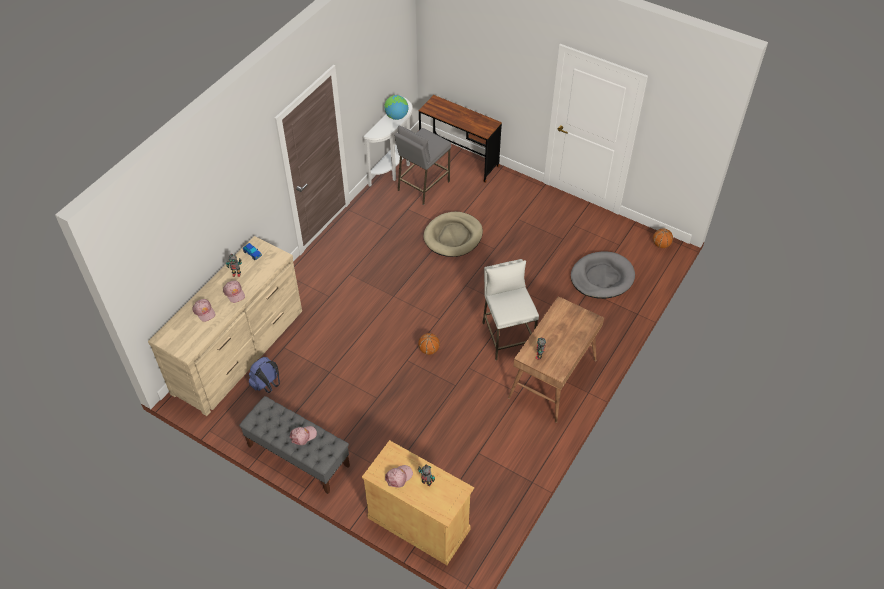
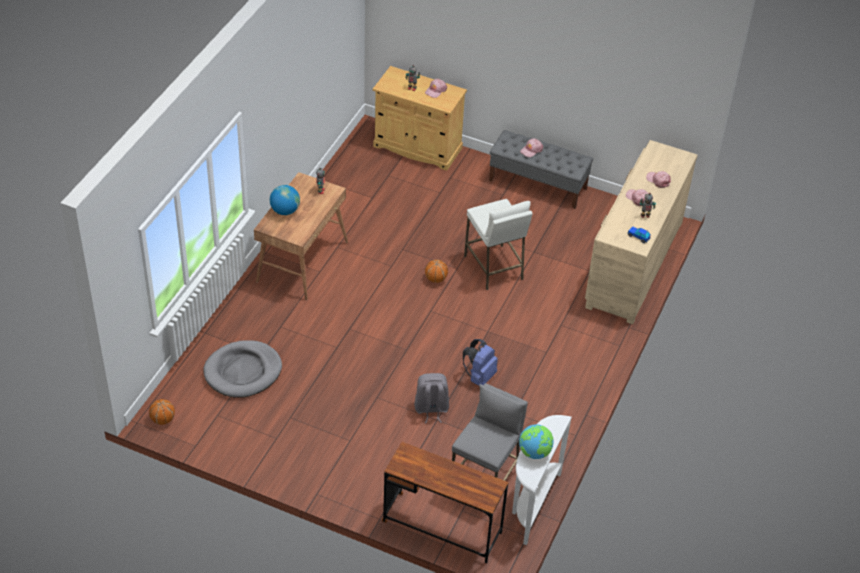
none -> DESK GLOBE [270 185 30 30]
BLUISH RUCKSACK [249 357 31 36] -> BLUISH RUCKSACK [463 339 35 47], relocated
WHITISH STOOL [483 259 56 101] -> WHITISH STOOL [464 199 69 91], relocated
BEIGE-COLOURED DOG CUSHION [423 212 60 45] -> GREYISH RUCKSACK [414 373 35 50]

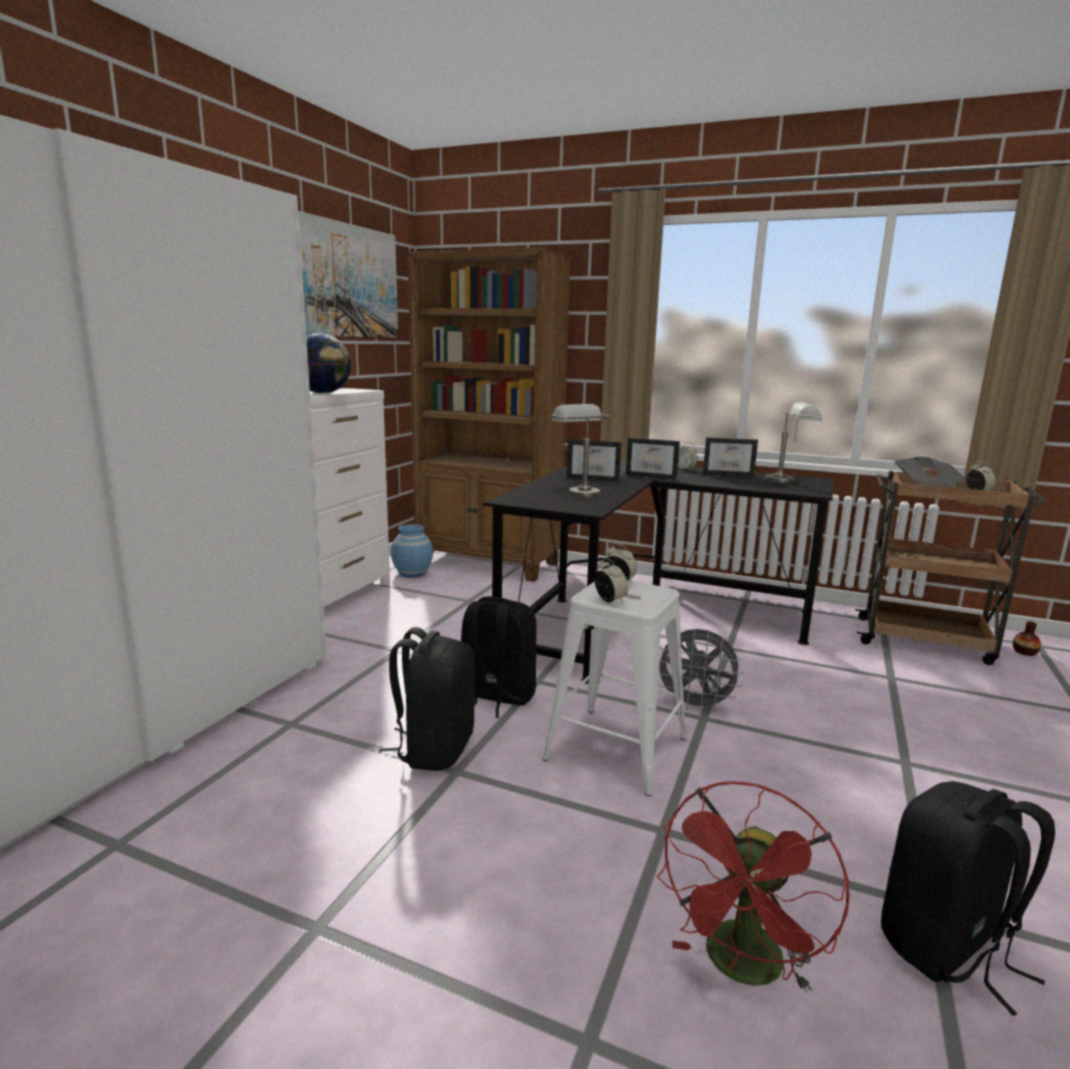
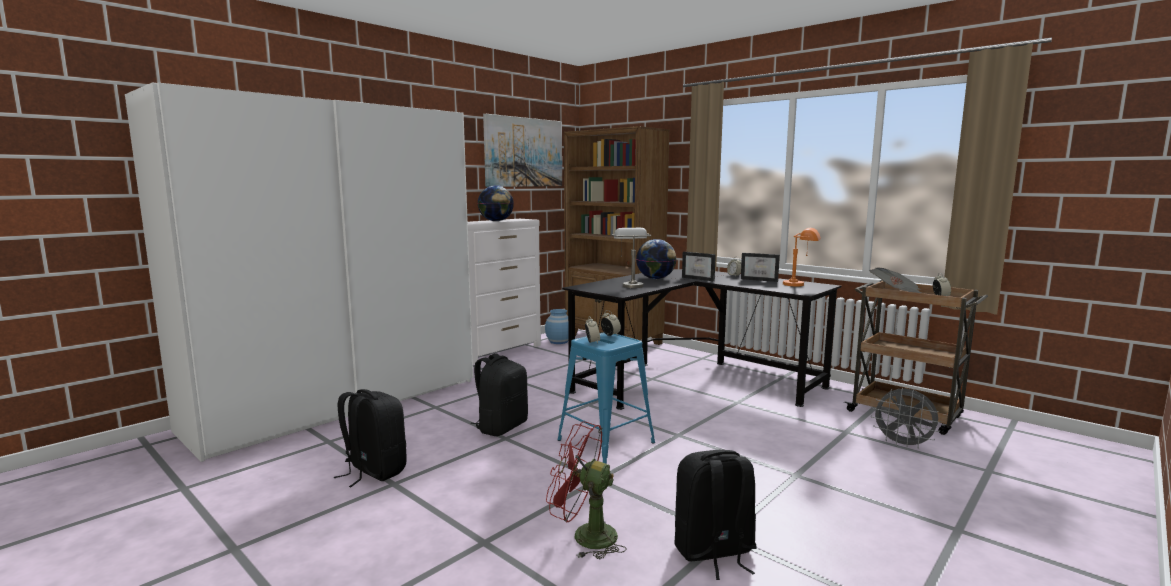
DECORATIVE VASE [1013 621 28 35] -> none
BLACK RUCKSACK [461 596 76 122] -> BLACK RUCKSACK [334 389 73 98], relocated
GREYISH FAN [658 629 86 84] -> GREYISH FAN [871 388 70 61], relocated
STANDING FRAME [567 439 55 43] -> DESK GLOBE [636 239 41 40]
WHITISH STOOL [542 580 144 216] -> BLUISH STOOL [557 332 98 132]
GREYISH TABLE LAMP [765 402 58 81] -> ORANGE TABLE LAMP [783 228 38 58]
REDDISH FAN [657 781 193 211] -> REDDISH FAN [546 421 81 139], 60 degrees clockwise

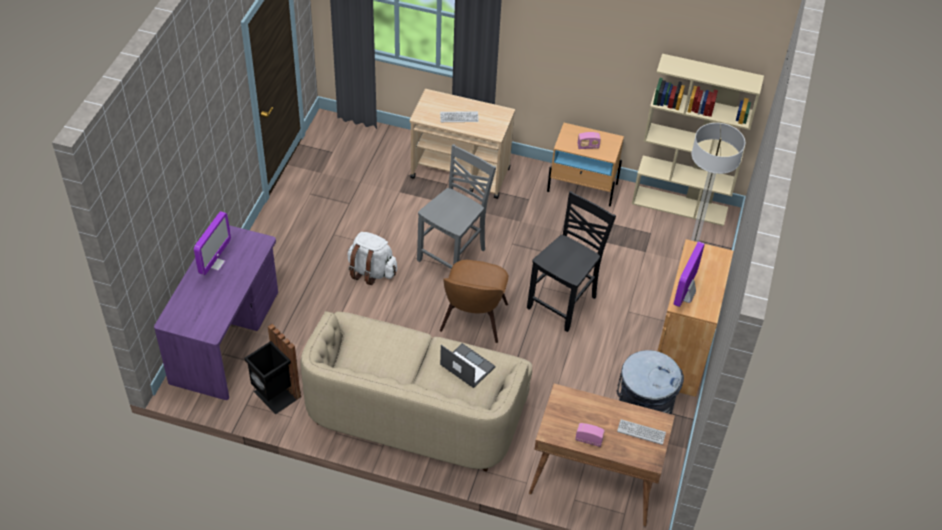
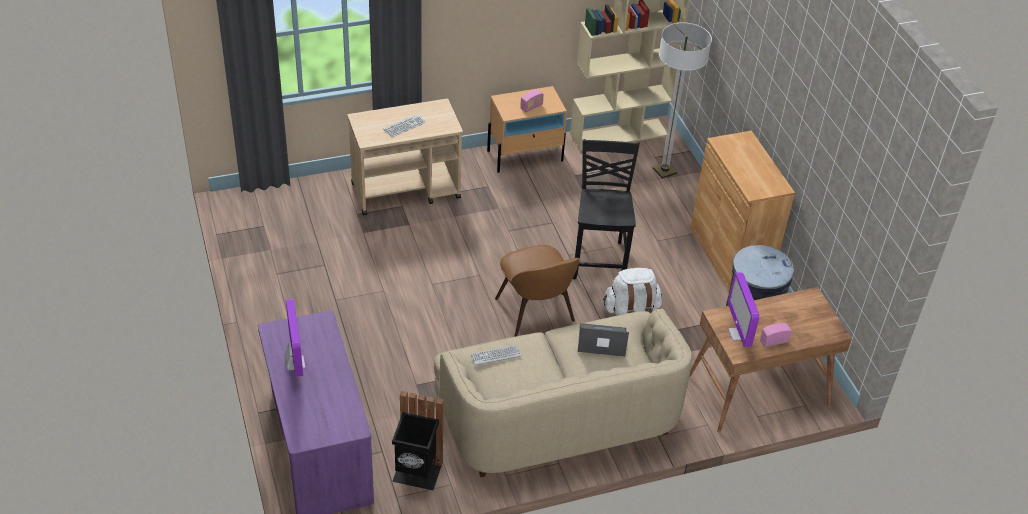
GREYISH CHAIR [417 144 79 124] -> none
WHITISH RUCKSACK [348 232 49 53] -> WHITISH RUCKSACK [603 268 59 48], relocated
KEYBOARD [617 419 49 26] -> KEYBOARD [471 345 50 21], relocated
MONITOR [674 241 31 66] -> MONITOR [728 272 31 75], relocated

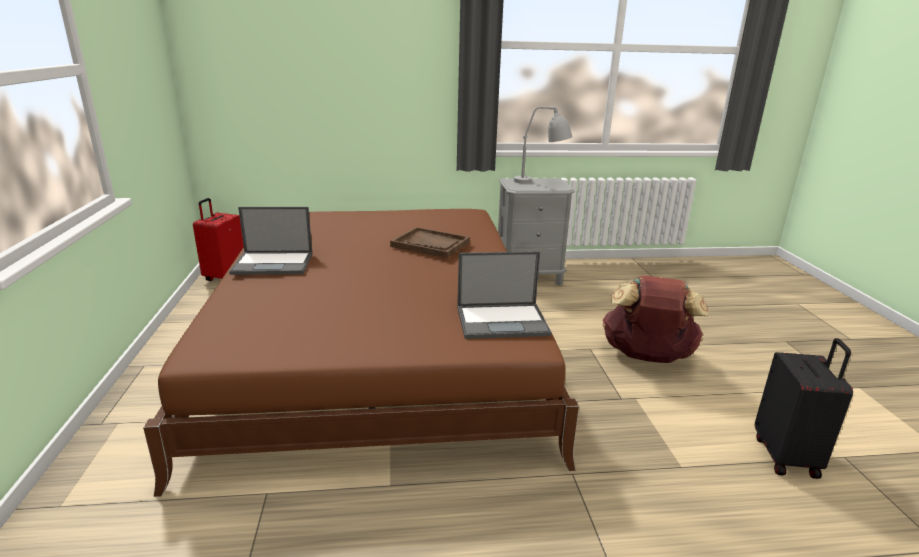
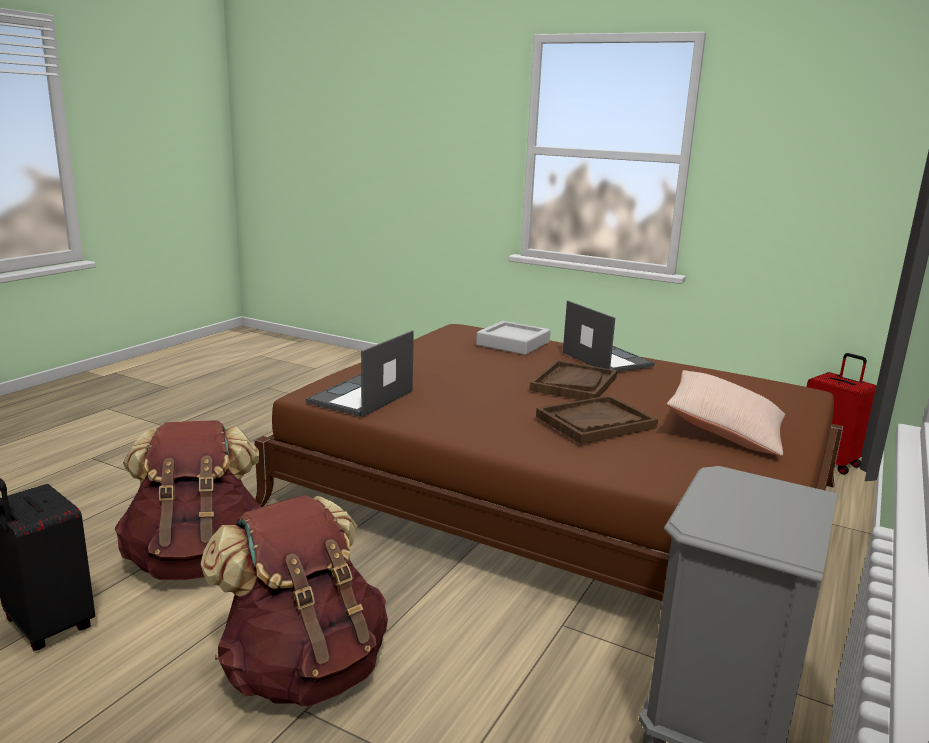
GREYISH TABLE LAMP [514 106 59 78] -> none
none -> BROWN RUCKSACK [114 420 147 160]
none -> GREYISH CARRYING TRAY [476 321 75 34]
none -> BROWN CARRYING TRAY [530 360 87 40]
none -> BEIGE-COLOURED THROW PILLOW [667 370 118 86]
PORTABLE COMPUTER [229 207 83 68] -> PORTABLE COMPUTER [563 301 92 71], 120 degrees clockwise

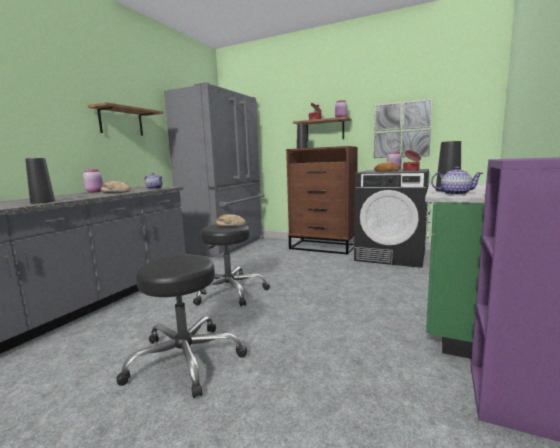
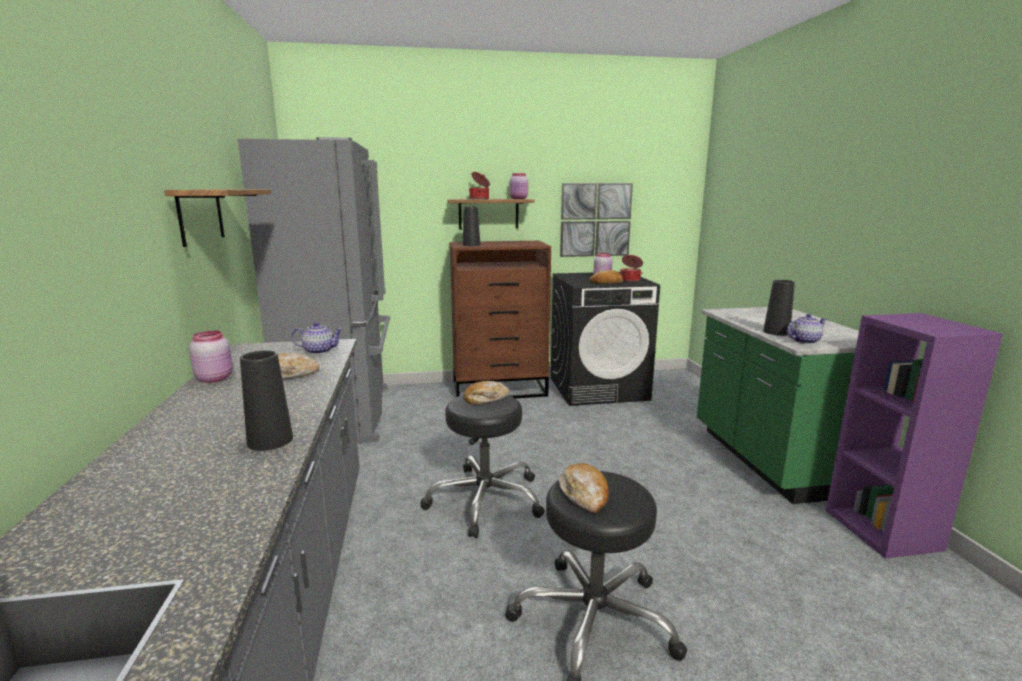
none -> BAKED BREAD [559 463 50 50]

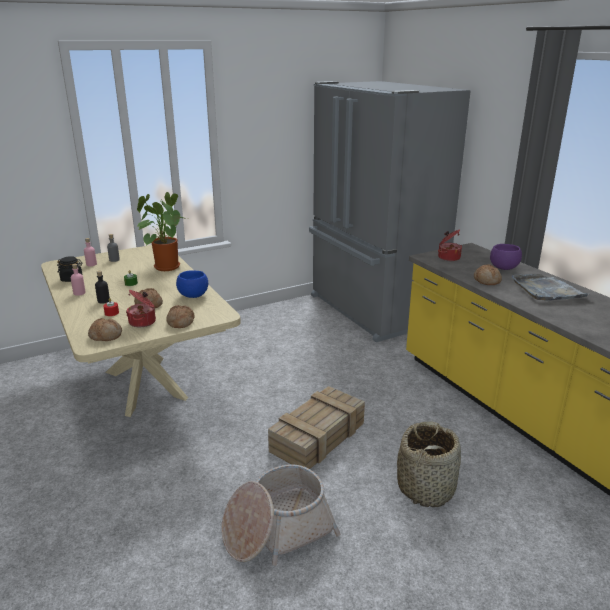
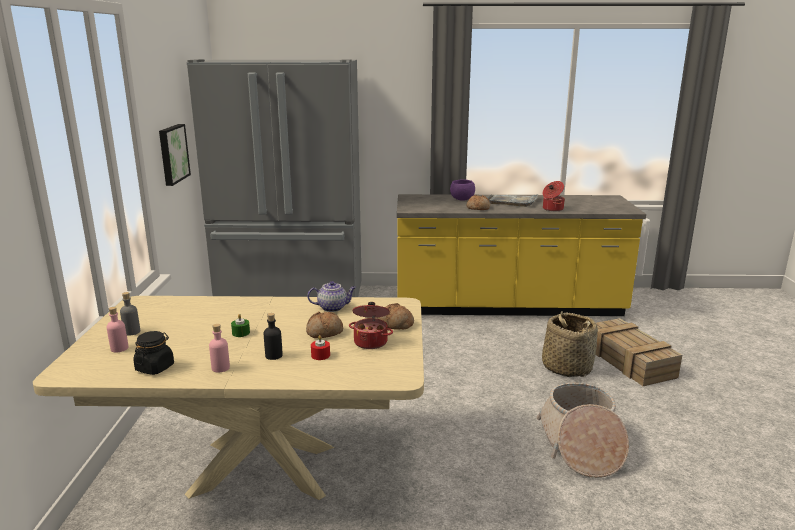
BAKED BREAD [88 318 34 23] -> none
PLANT IN A POT [137 192 50 79] -> none
none -> WALL ART [159 124 32 62]
CRATE [268 386 97 83] -> CRATE [596 318 86 68], relocated
STOCKPOT [438 229 24 32] -> STOCKPOT [542 181 23 30], relocated
BLUISH BOWL [176 271 32 27] -> TEA POT [307 281 49 31]

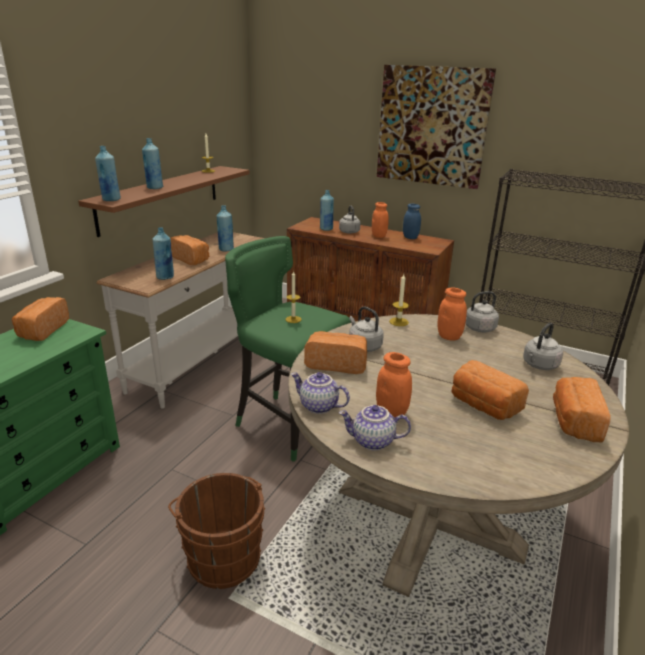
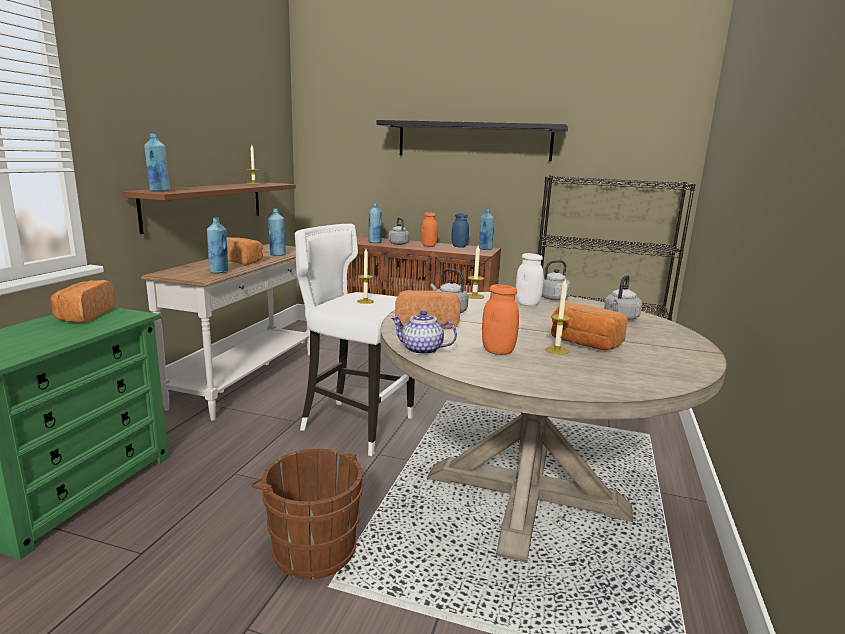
TEA POT [339 405 72 46] -> none
BAKED BREAD [553 377 58 65] -> none
none -> WAX LIGHT [545 278 26 77]
BLUISH BOTTLE [142 138 21 51] -> BLUISH BOTTLE [479 209 15 41], relocated
WALL ART [377 65 119 124] -> BLACK BRACKET SHELF [376 120 192 42]
GREENISH STOOL [225 236 126 226] -> WHITISH STOOL [295 224 120 232]
ORANGE PRESERVE JAR [438 287 29 53] -> WHITISH PRESERVE JAR [516 253 28 53]

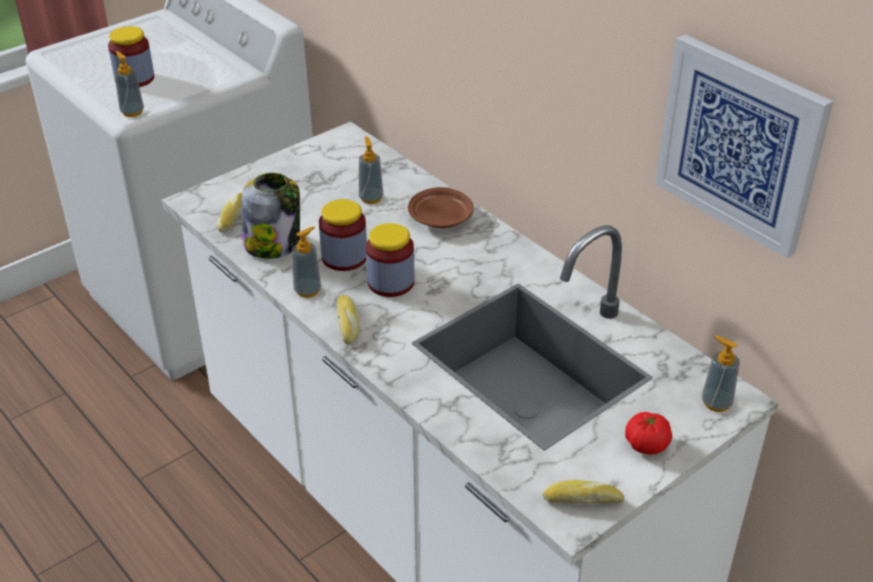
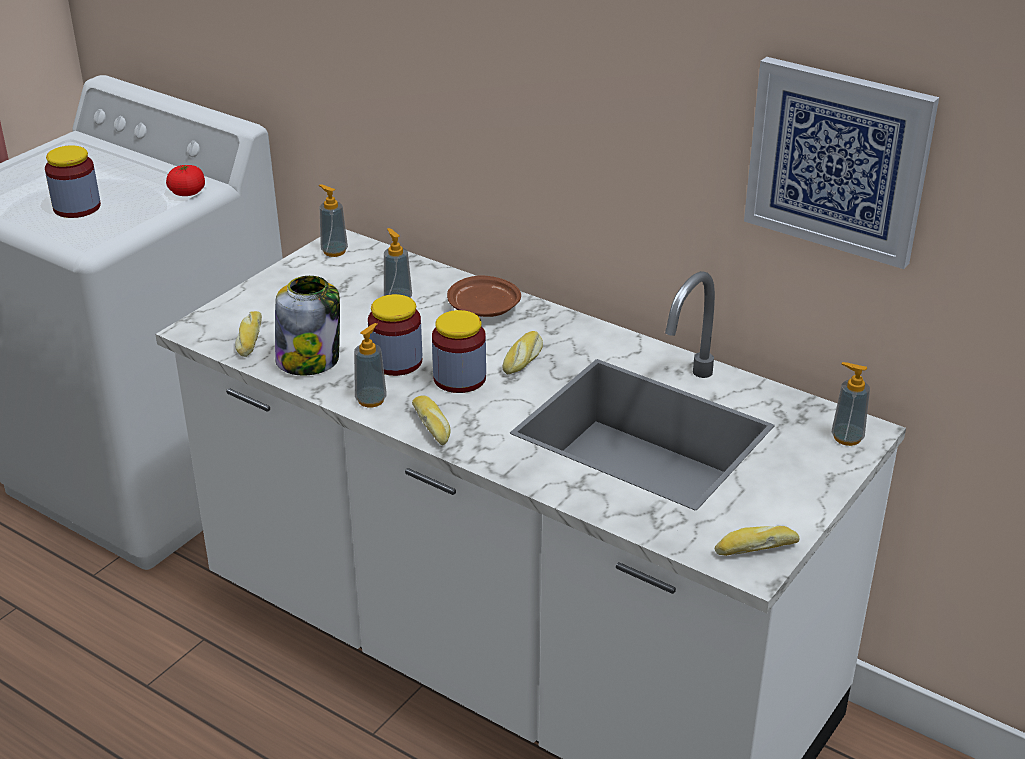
none -> BAKED BREAD [503 331 40 43]
SOAP BOTTLE [114 51 30 66] -> SOAP BOTTLE [319 184 29 73], relocated
FRESH TOMATO [625 412 47 43] -> FRESH TOMATO [166 165 39 31], relocated

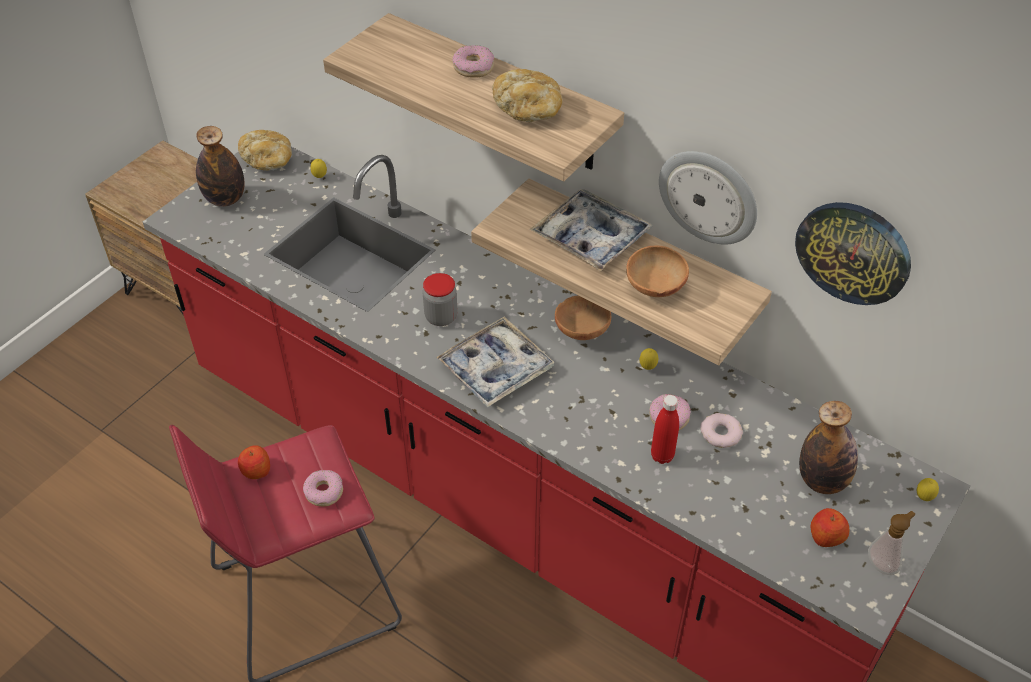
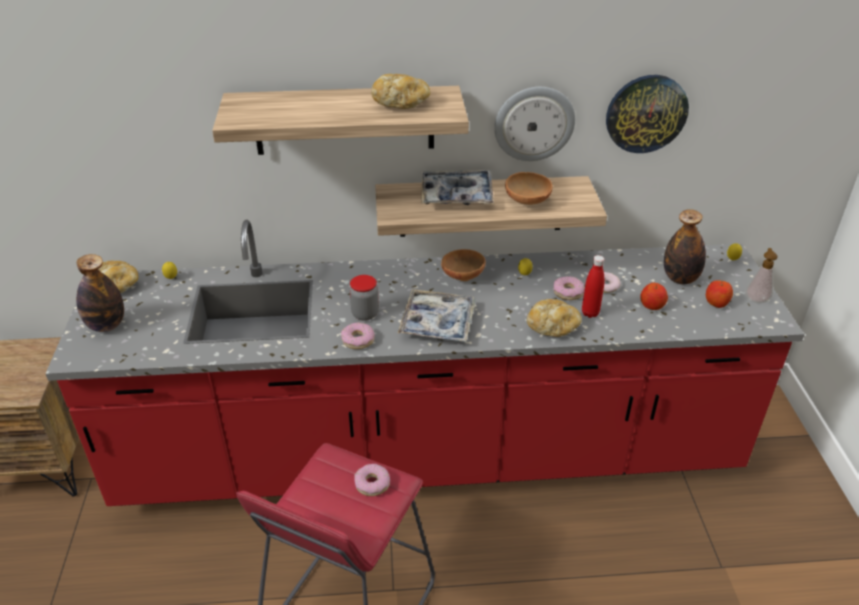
none -> BAKED BREAD [527 299 55 38]
APPLE [238 445 32 34] -> APPLE [640 283 28 27], relocated
DONUT [452 45 42 33] -> DONUT [341 322 34 27], relocated

